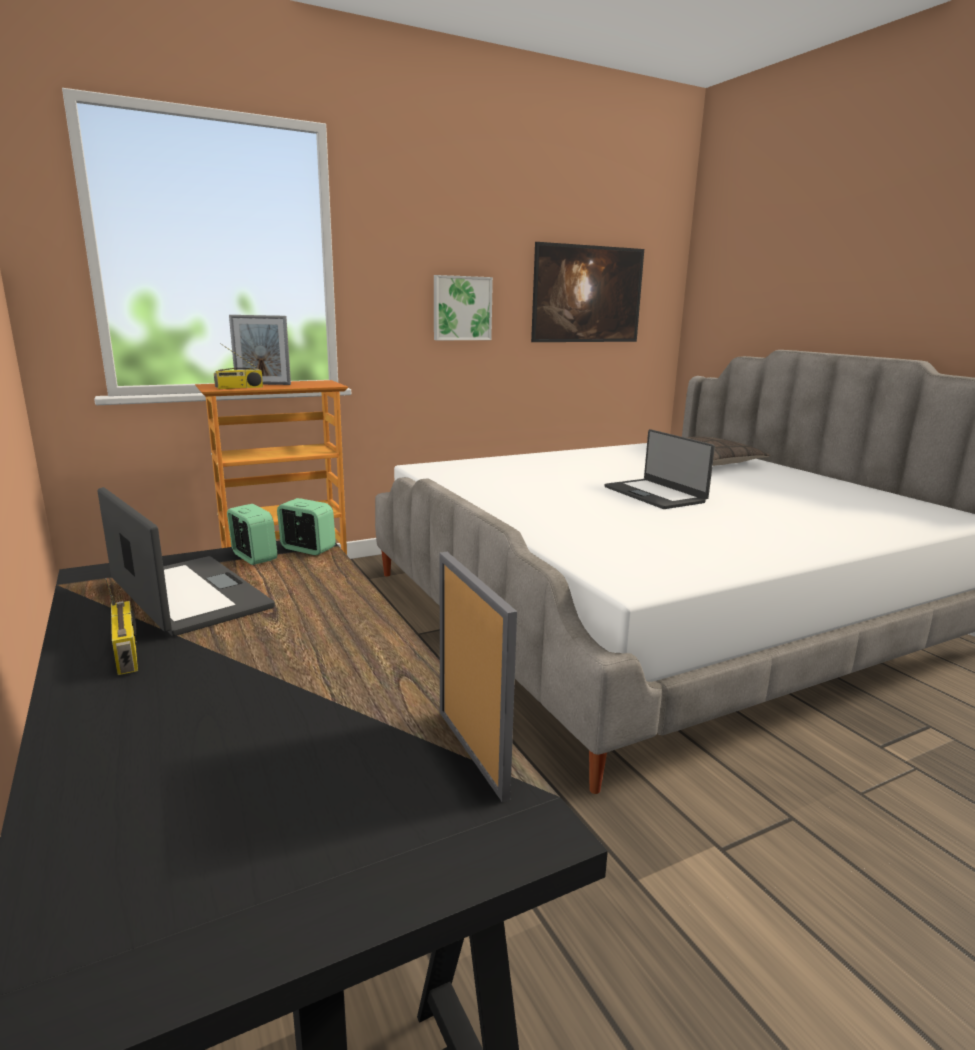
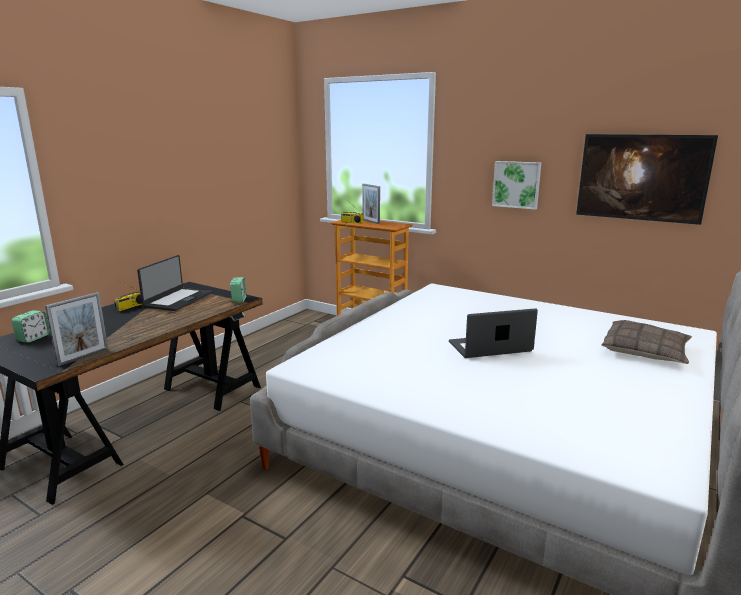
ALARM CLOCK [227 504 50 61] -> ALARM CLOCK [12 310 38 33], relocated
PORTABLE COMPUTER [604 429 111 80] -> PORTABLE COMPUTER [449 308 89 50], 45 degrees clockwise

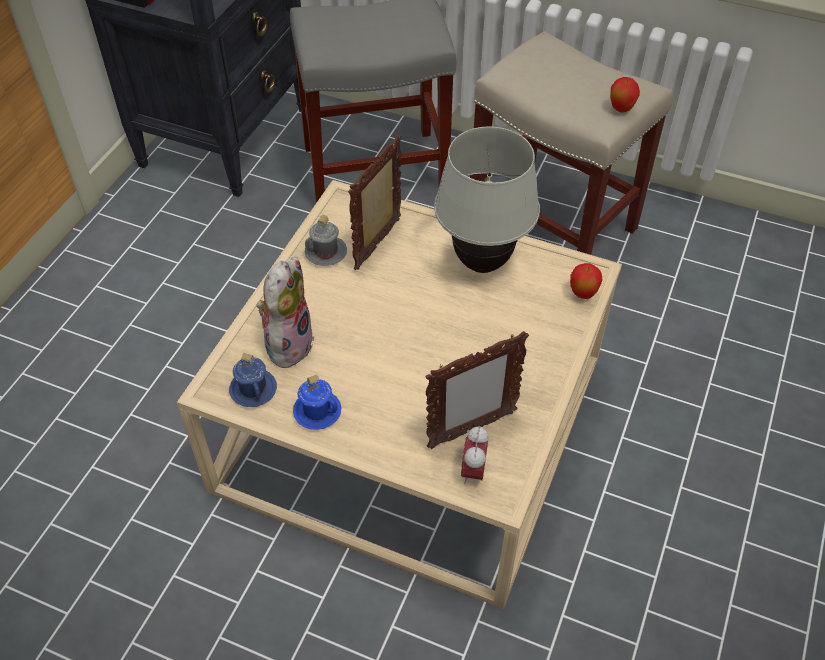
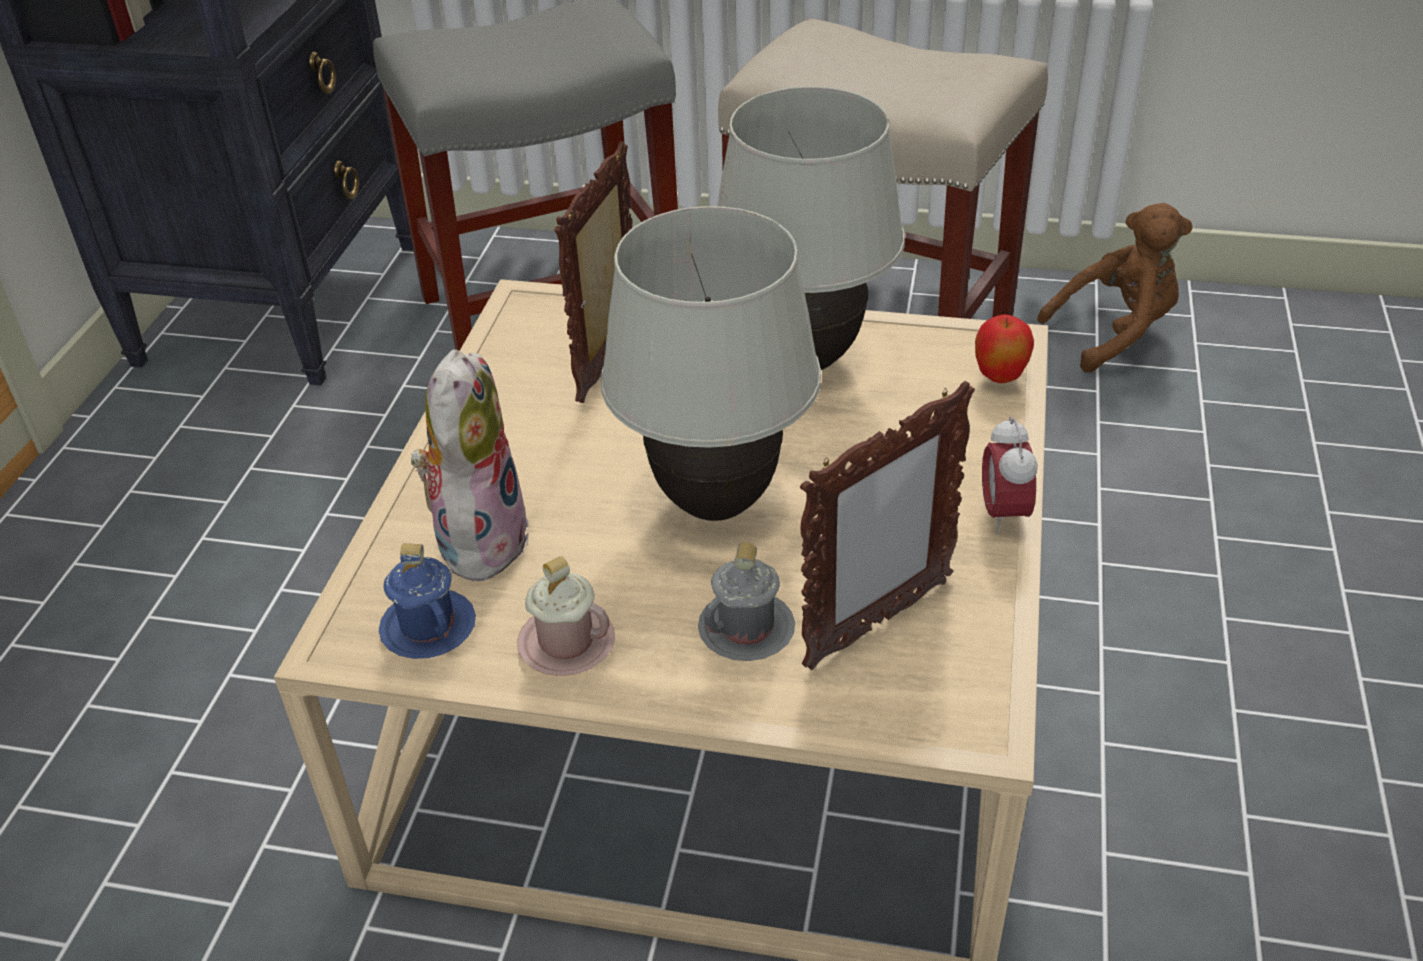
APPLE [610 77 30 36] -> none
none -> WHITISH TABLE LAMP [601 206 220 315]
none -> BROWN CUDDLY TOY [1037 203 156 170]
GREYISH MUG [305 215 42 51] -> GREYISH MUG [698 542 97 119], relocated
ALARM CLOCK [461 426 28 58] -> ALARM CLOCK [982 416 55 118], relocated
BLUISH MUG [293 375 48 55] -> PINK-COLOURED MUG [517 556 98 120]

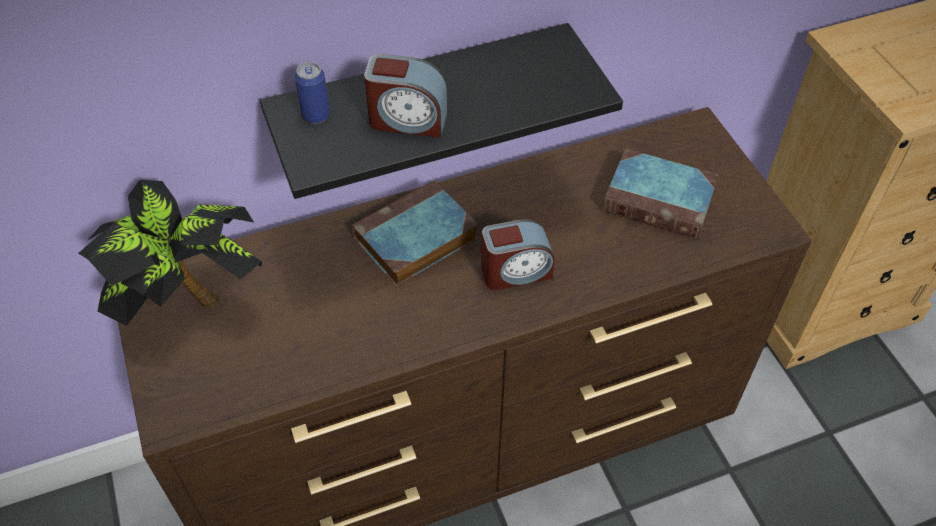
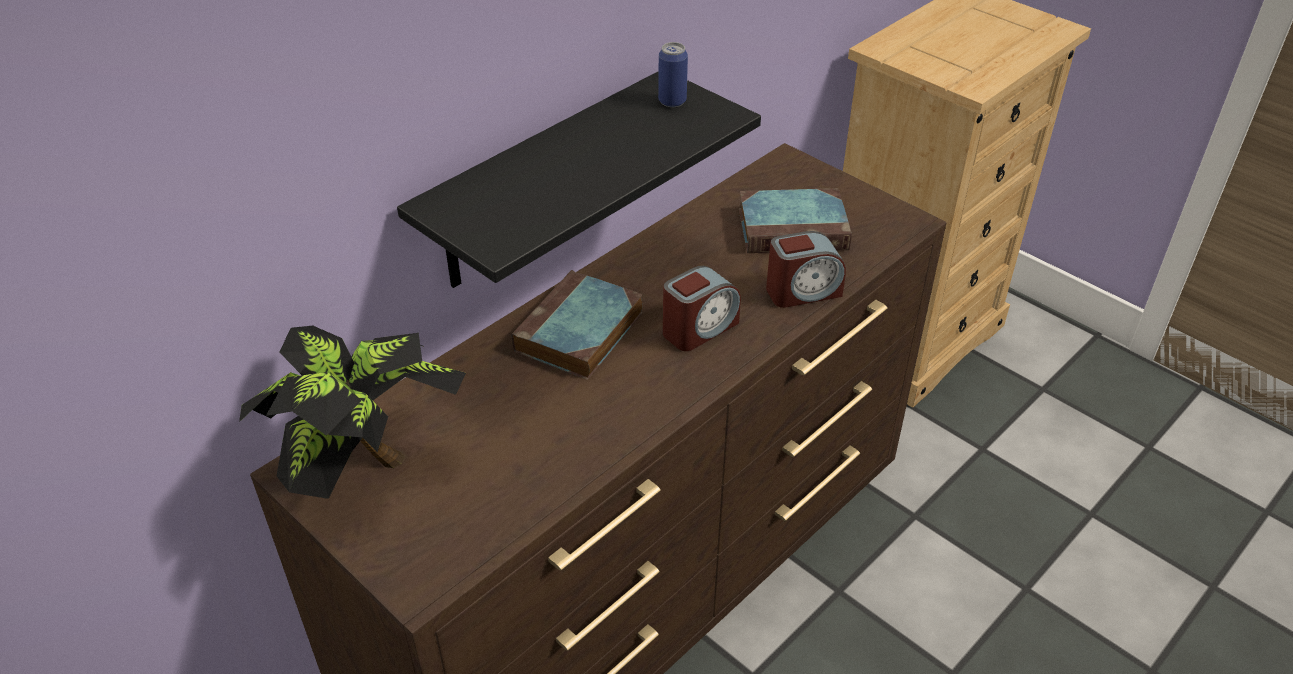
METAL CAN [295 62 35 62] -> METAL CAN [658 42 30 65], relocated
ALARM CLOCK [364 54 84 84] -> ALARM CLOCK [766 231 80 77], relocated

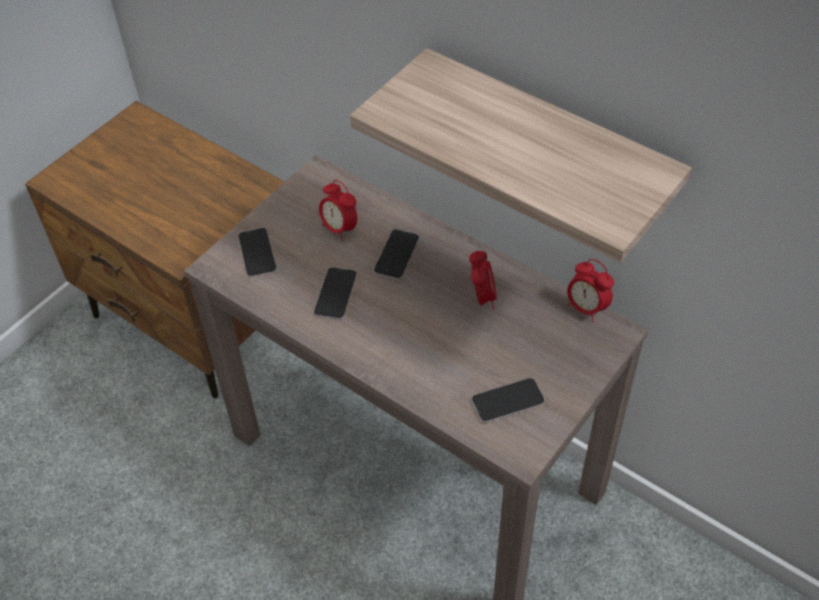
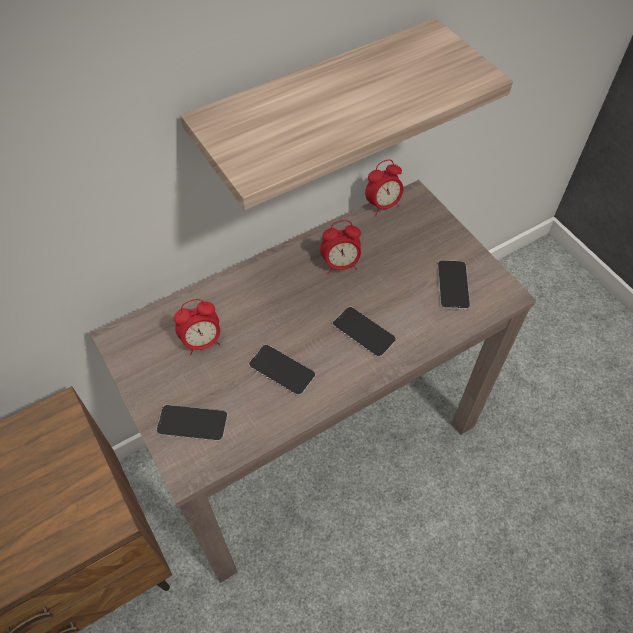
PHONE [374 229 46 51] -> PHONE [333 307 63 51], relocated
ALARM CLOCK [469 251 28 58] -> ALARM CLOCK [320 220 41 53], 150 degrees clockwise

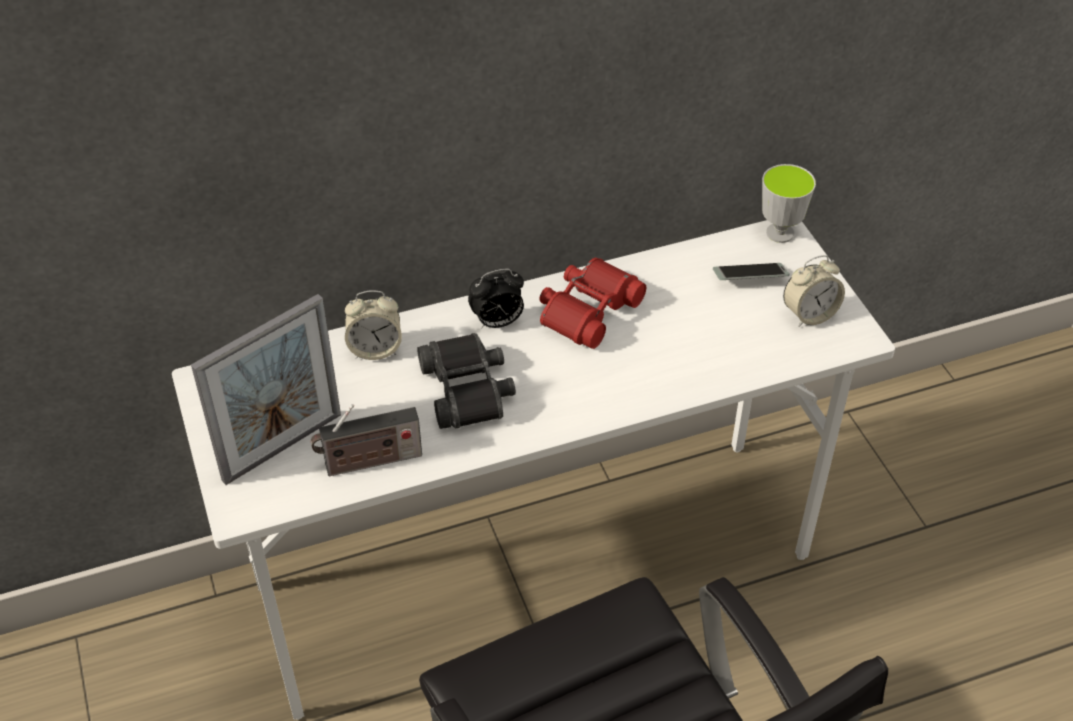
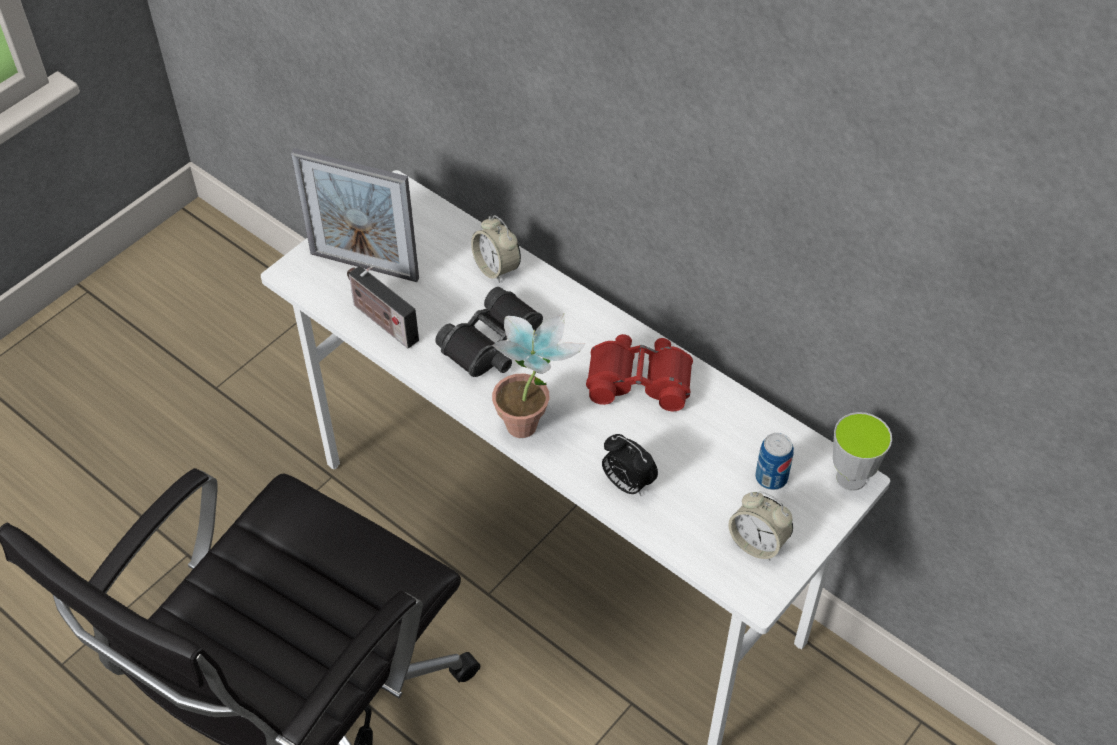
none -> PLANT IN A POT [492 313 94 125]
ALARM CLOCK [468 269 56 60] -> ALARM CLOCK [602 434 56 62], relocated
PHONE [713 263 77 17] -> METAL CAN [755 433 39 57]

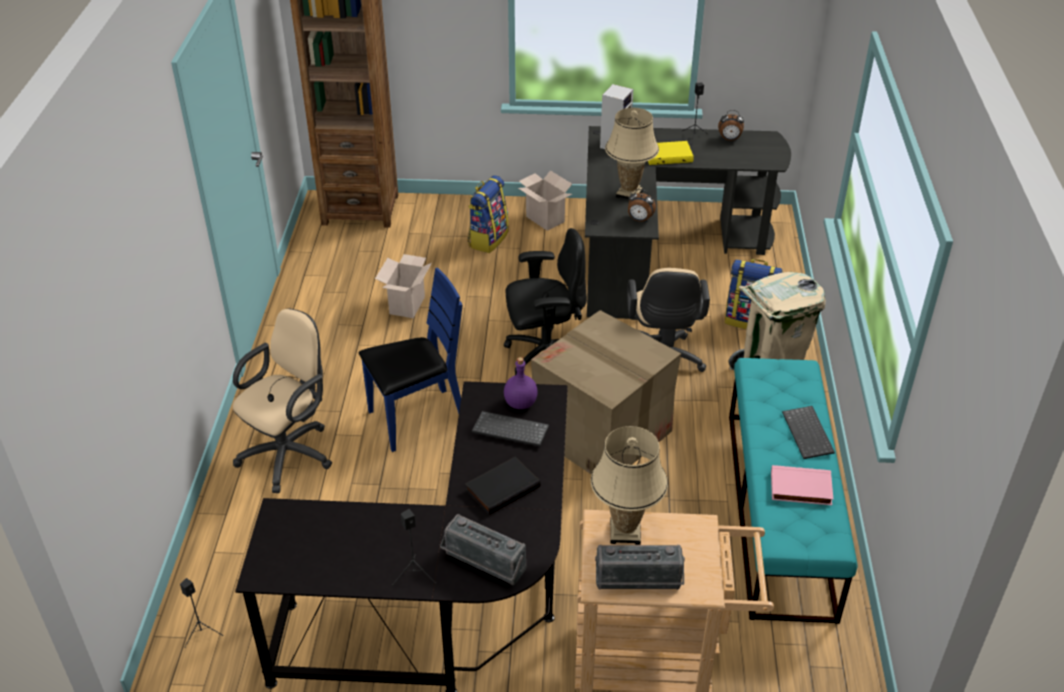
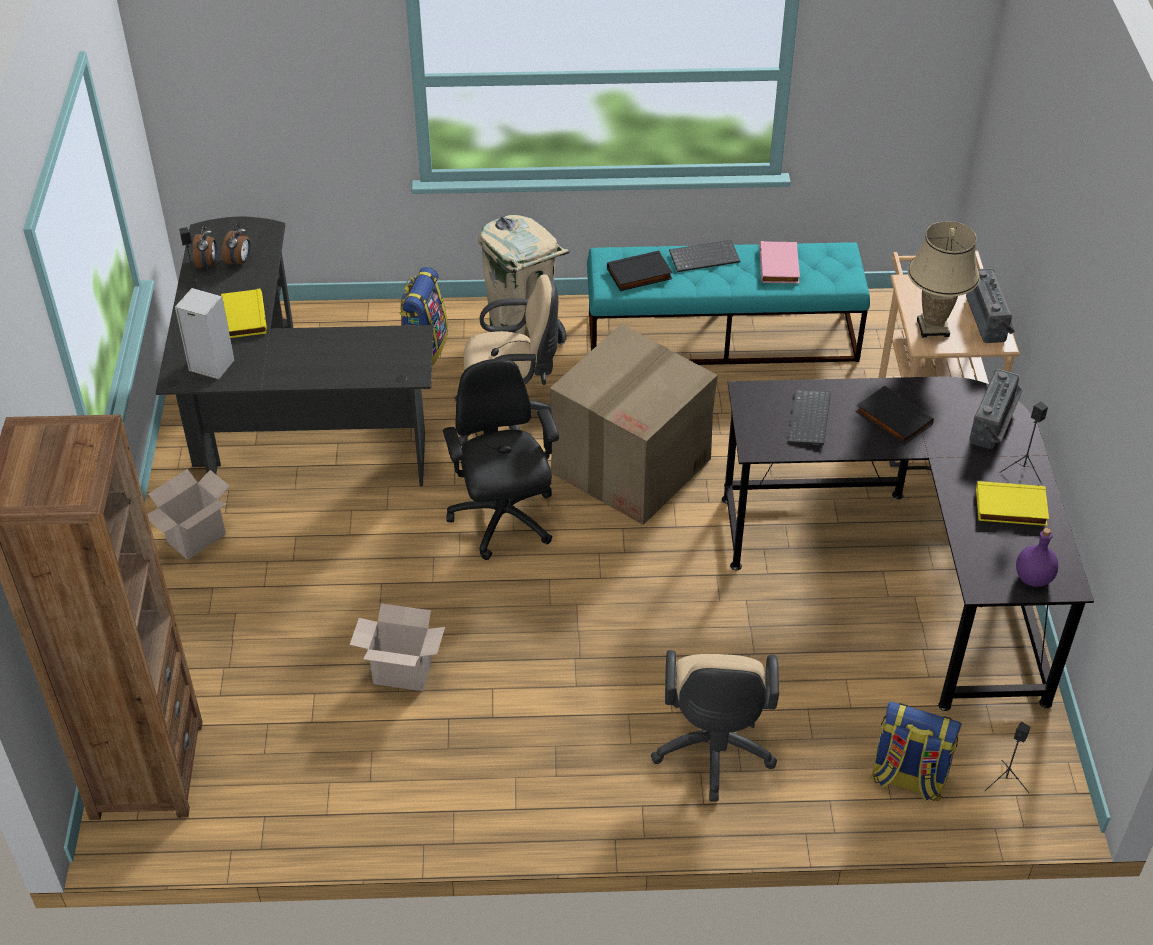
BLUISH CHAIR [359 268 104 184] -> none
BEIGE-COLOURED TABLE LAMP [605 108 54 91] -> none
none -> BLACK VOLUME [607 251 66 40]
none -> YELLOW VOLUME [976 481 73 45]
RUCKSACK [467 175 42 78] -> RUCKSACK [870 702 92 99], relocated
PURPLE-COLOURED BOTTLE [504 357 34 52] -> PURPLE-COLOURED BOTTLE [1016 528 42 59], relocated
ALARM CLOCK [628 189 28 33] -> ALARM CLOCK [222 224 28 43], relocated
BEIGE-COLOURED COMPUTER CHAIR [233 308 99 185] -> BEIGE-COLOURED COMPUTER CHAIR [651 650 128 152], 120 degrees counterclockwise

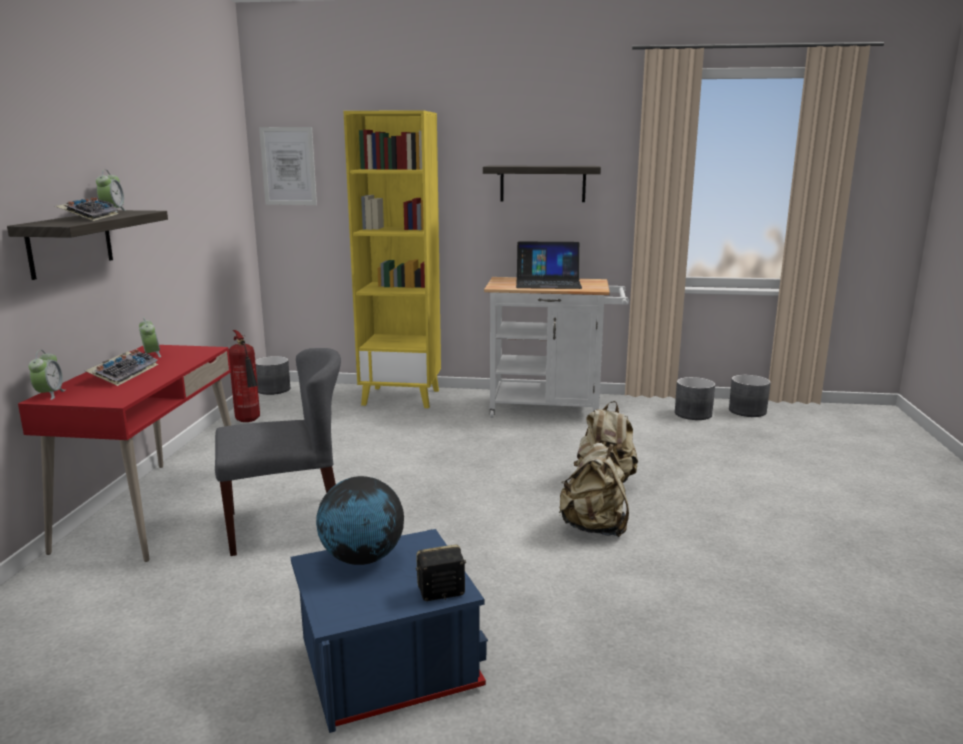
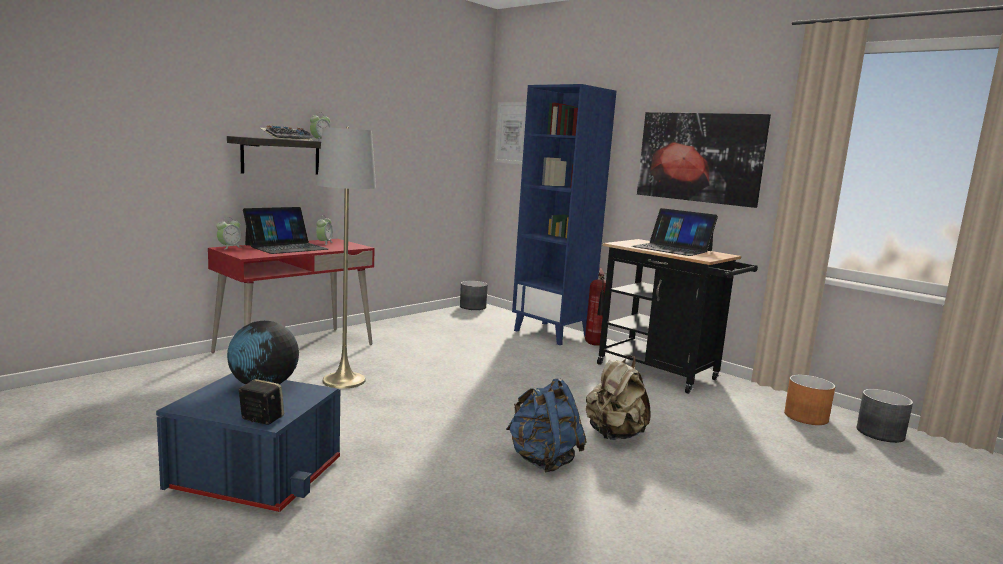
FIRE EXTINGUISHER [229 330 31 92] -> FIRE EXTINGUISHER [585 268 21 78], relocated
KEYBOARD [85 349 73 37] -> PORTABLE COMPUTER [243 207 85 47]
GREYISH CHAIR [215 348 126 208] -> GREYISH FLOOR LAMP [317 127 59 262]
BRACKET SHELF [483 165 118 37] -> WALL ART [637 112 134 96]
YELLOW BOOKCASE [343 110 98 298] -> BLUISH BOOKCASE [512 84 104 261]
WHITISH WHEELED CART [484 277 145 141] -> BLACK WHEELED CART [597 239 161 155]
BEIGE-COLOURED RUCKSACK [559 443 70 94] -> BLUISH RUCKSACK [506 378 81 95]
GREYISH FLOWER POT [675 377 40 43] -> ORANGE FLOWER POT [784 375 51 50]

